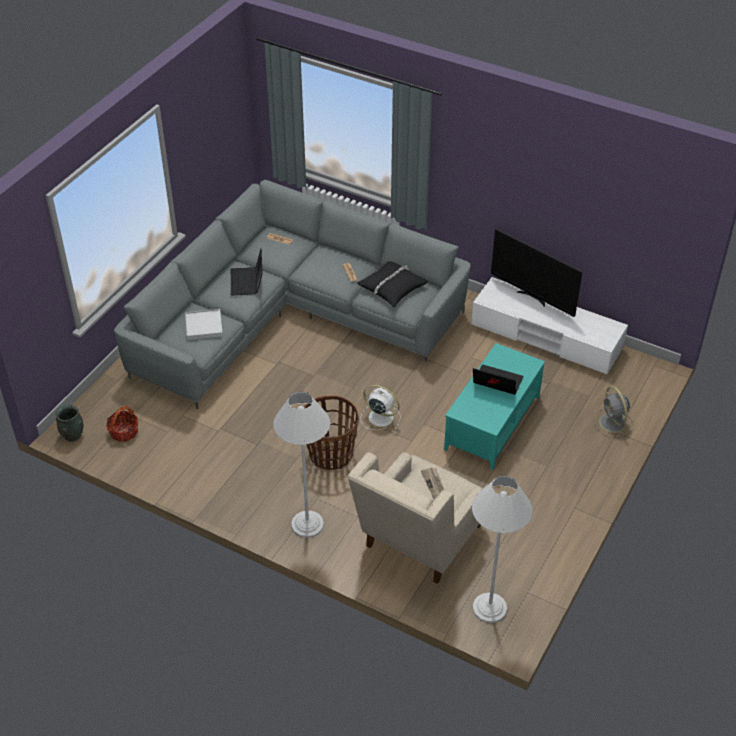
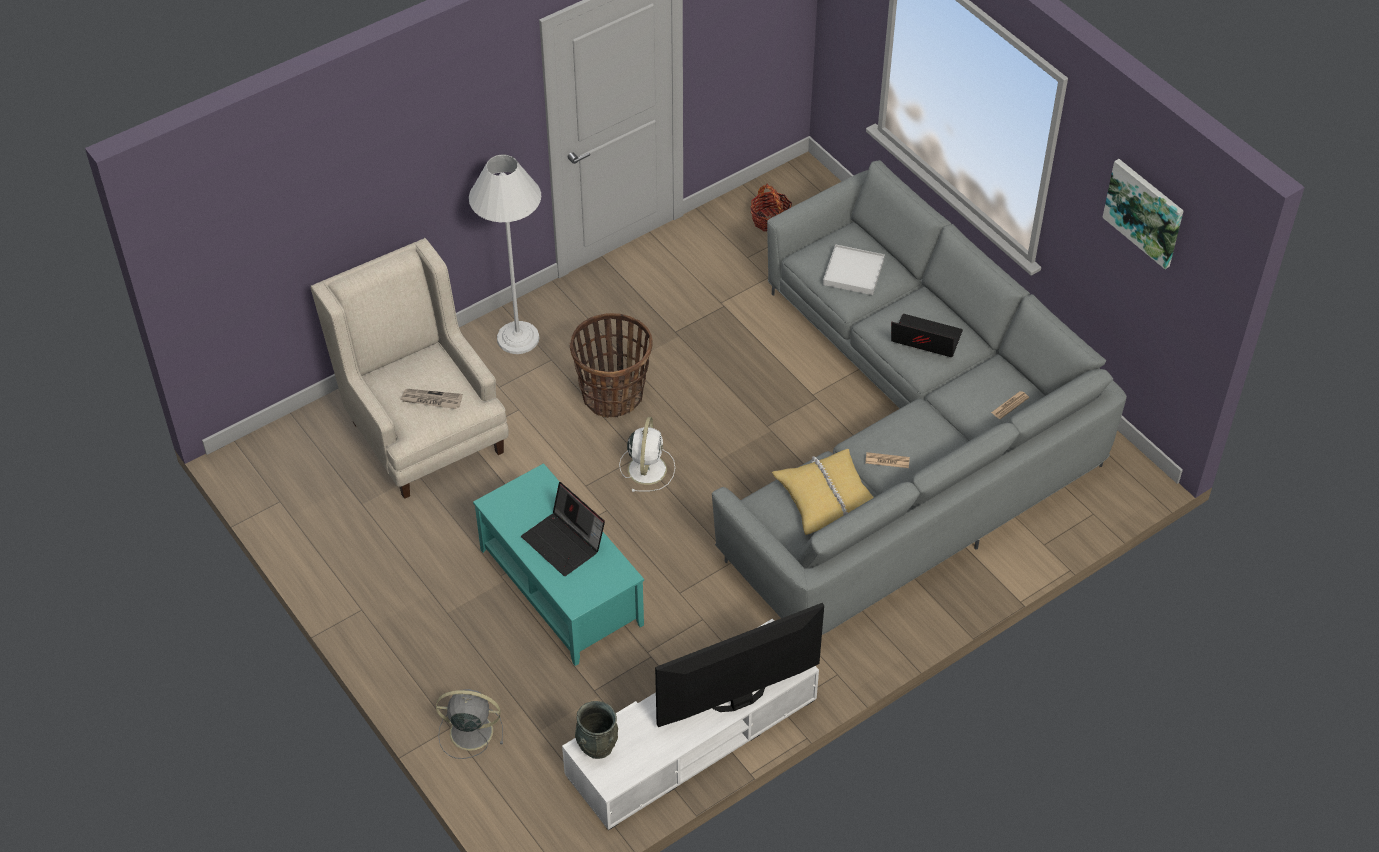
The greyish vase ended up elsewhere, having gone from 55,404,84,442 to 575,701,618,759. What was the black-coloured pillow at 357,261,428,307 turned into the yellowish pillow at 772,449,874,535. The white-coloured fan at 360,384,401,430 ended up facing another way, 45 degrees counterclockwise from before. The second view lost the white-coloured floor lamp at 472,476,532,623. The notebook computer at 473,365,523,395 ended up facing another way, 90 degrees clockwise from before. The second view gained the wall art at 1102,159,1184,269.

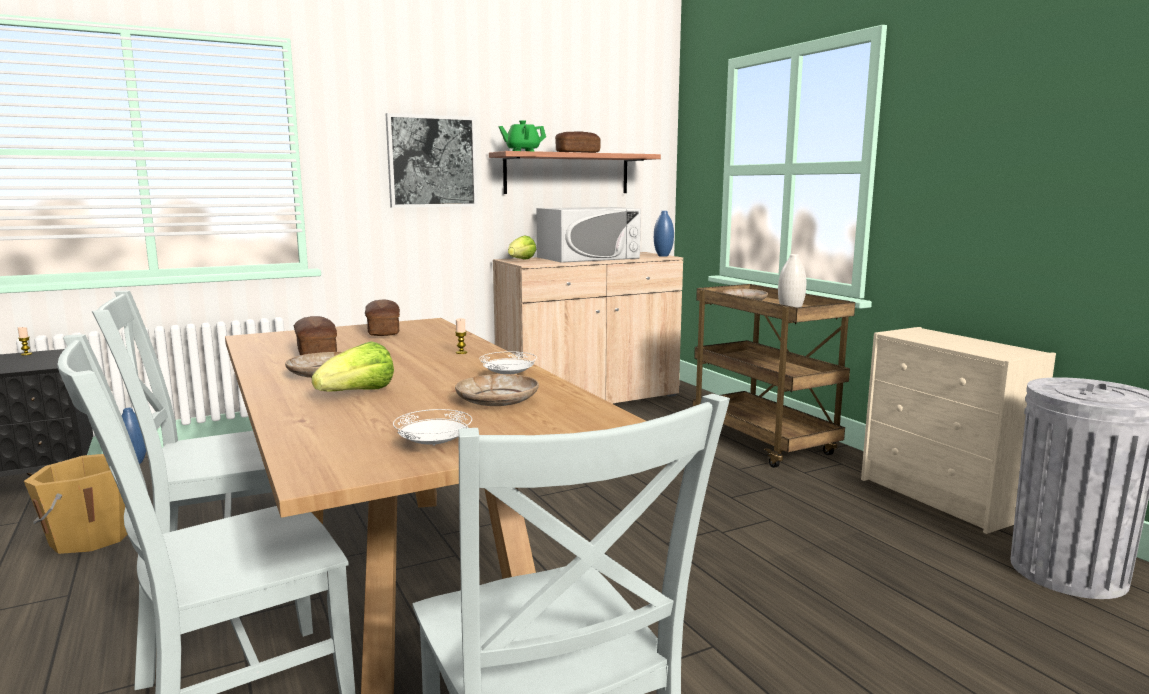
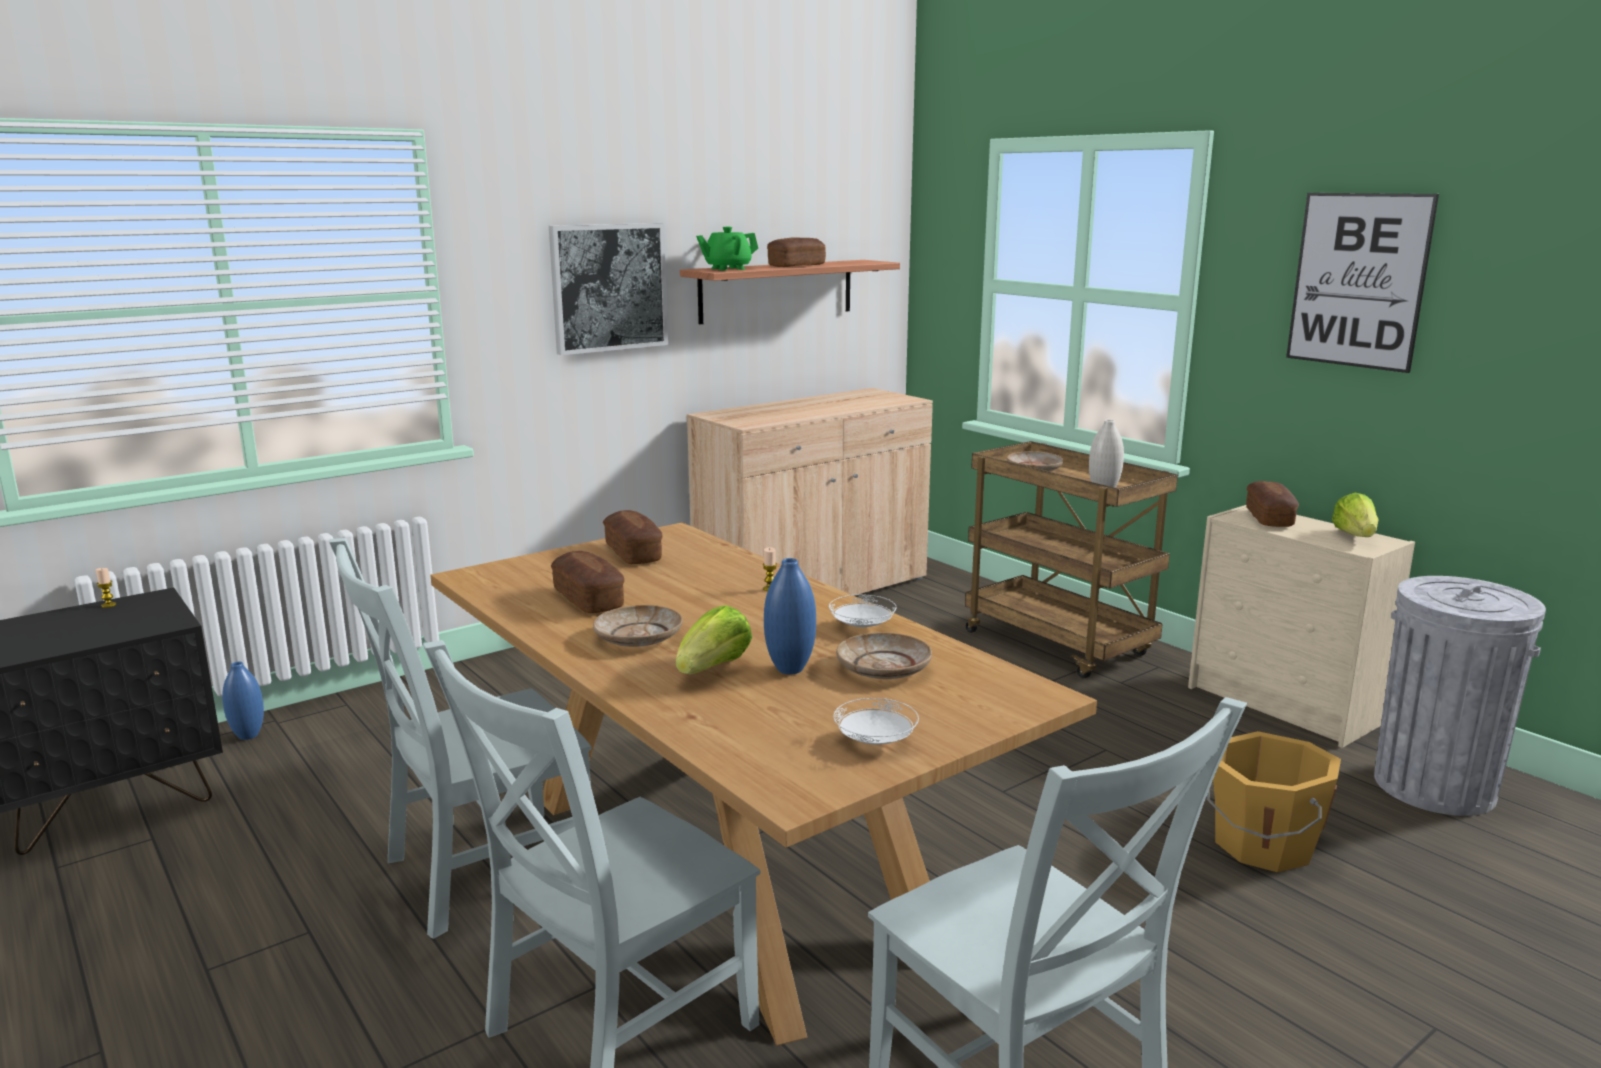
The orangey water bucket ended up elsewhere, having gone from 24,454,128,554 to 1207,731,1341,872. The head of lettuce ended up elsewhere, having gone from 508,235,536,260 to 1332,493,1378,537. The second view lost the white-coloured microwave oven at 536,207,641,263. The blue-coloured vase ended up elsewhere, having gone from 654,211,674,257 to 764,558,816,674. The second view gained the bread at 1246,481,1299,527. The second view gained the wall art at 1286,193,1439,373.

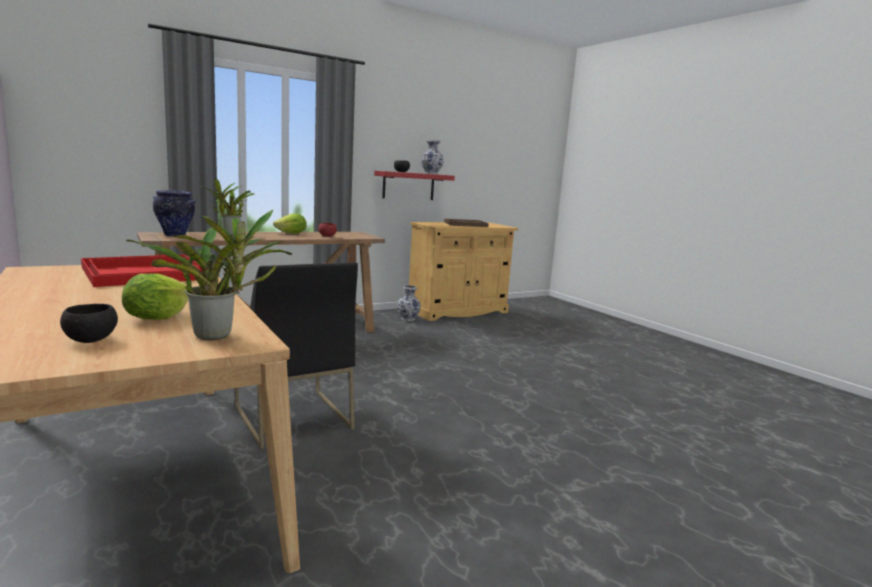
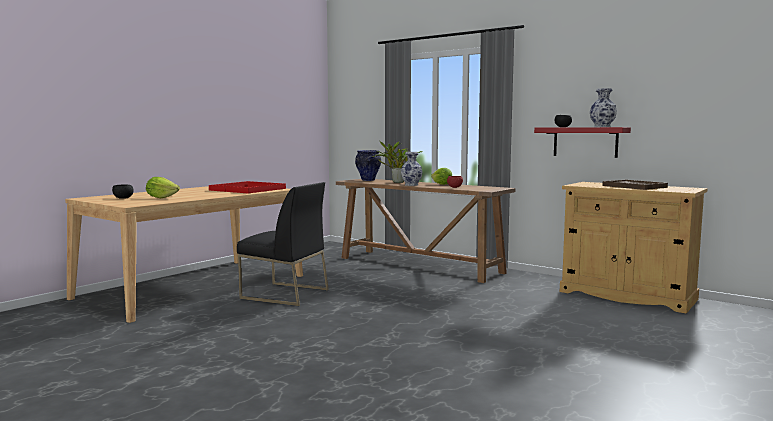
The second view lost the plant in a pot at 126,210,292,340. The black-coloured plain chair at 234,262,358,449 ended up facing another way, 105 degrees counterclockwise from before. The vase ended up elsewhere, having gone from 397,285,421,321 to 401,152,423,186.

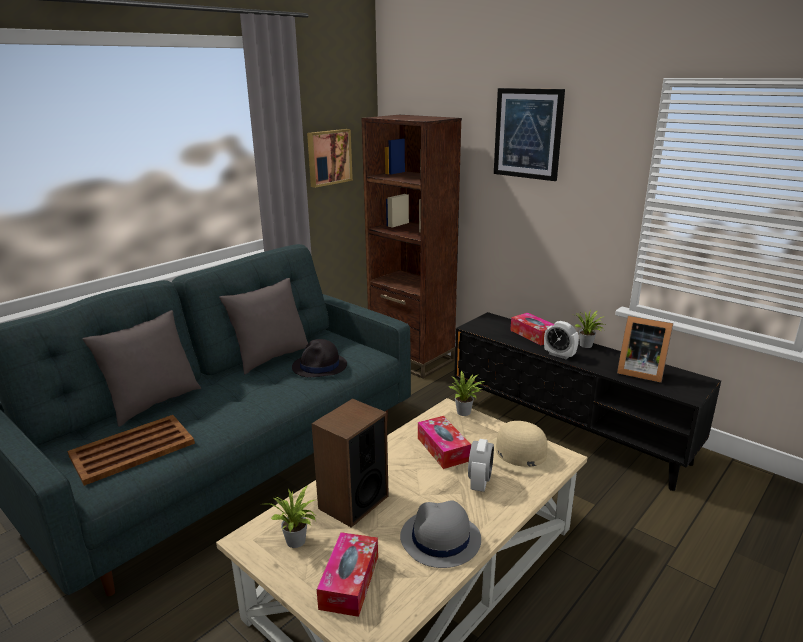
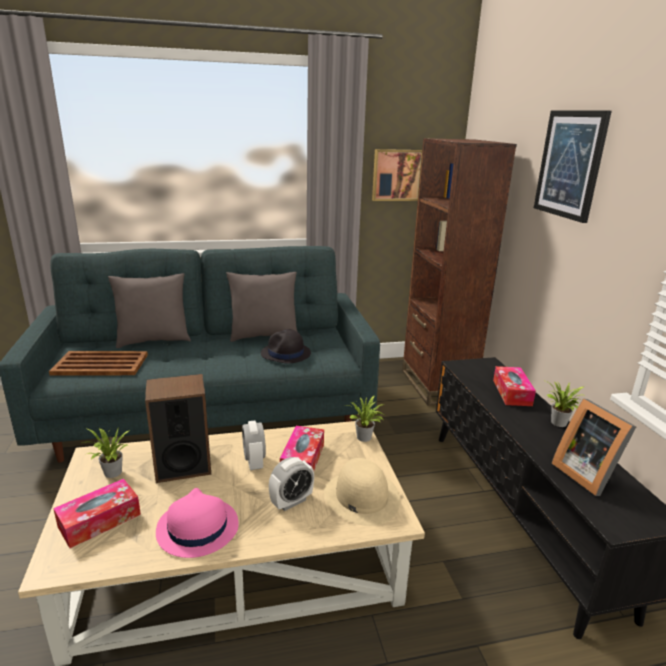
What was the greyish clothing hat at 400,500,481,568 turned into the pink-coloured clothing hat at 156,488,239,558. The alarm clock ended up elsewhere, having gone from 544,321,579,359 to 242,420,266,470.

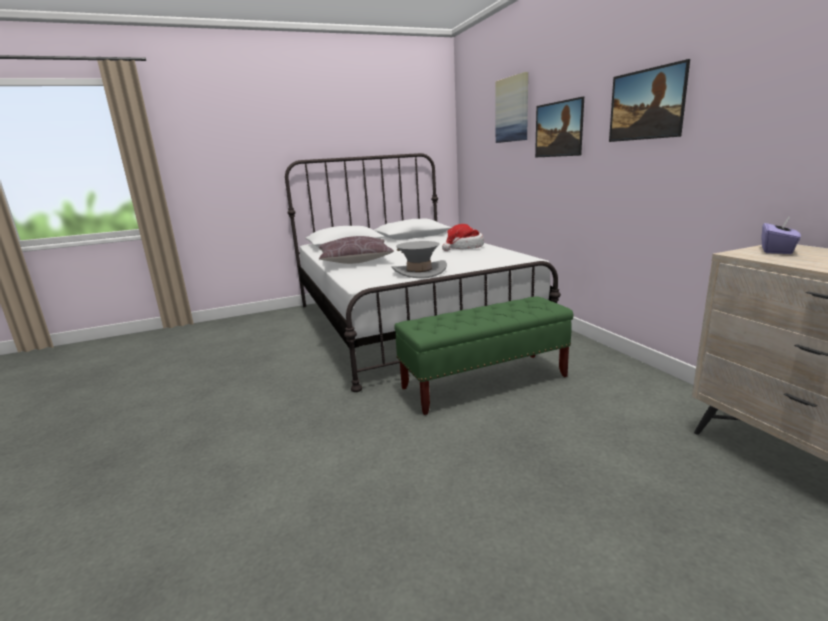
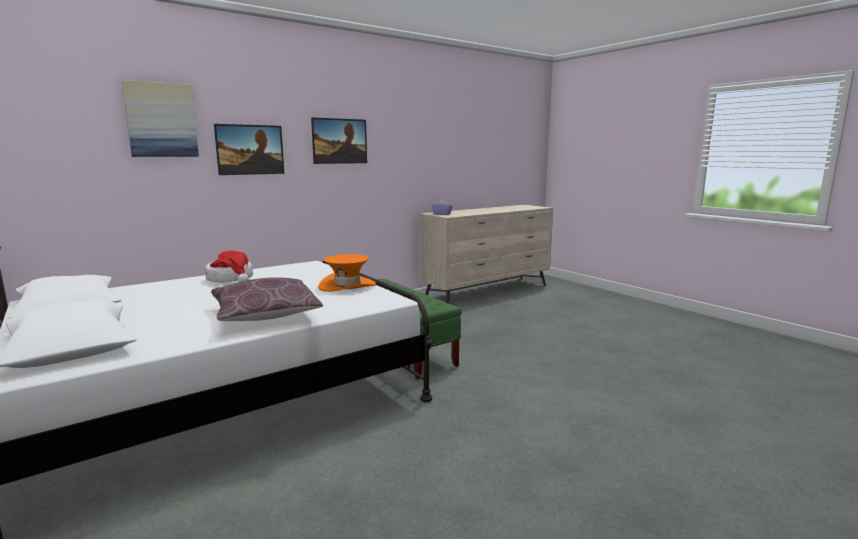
What was the greyish clothing hat at 391,241,447,278 turned into the orangey clothing hat at 318,254,376,292.

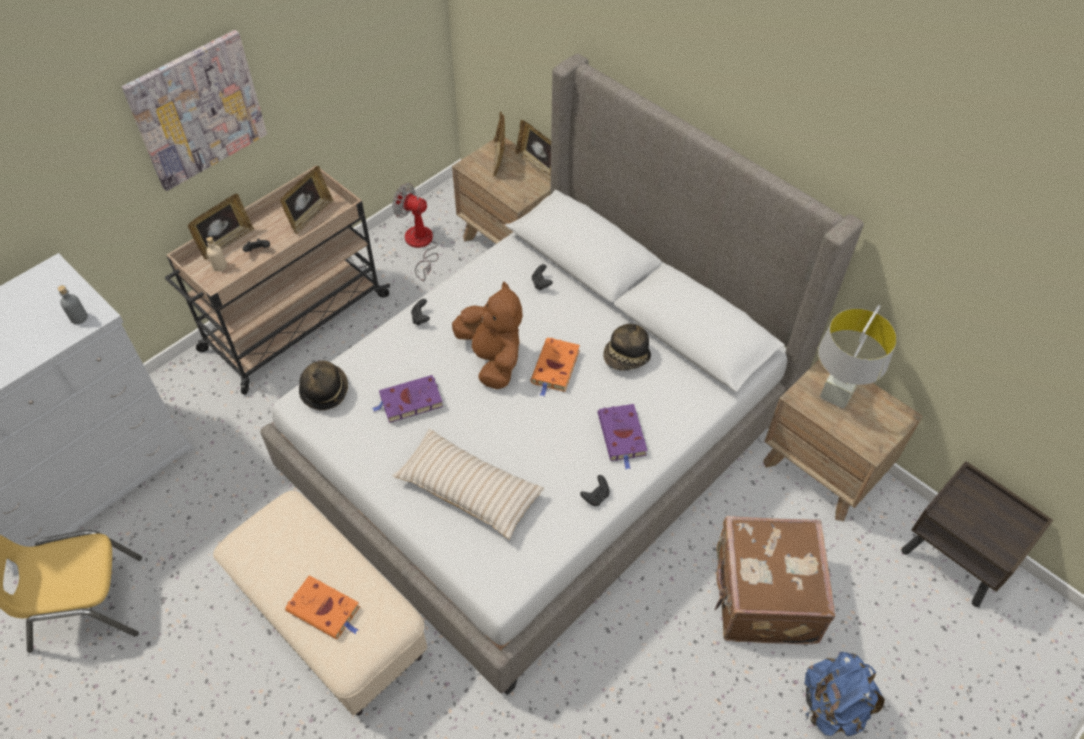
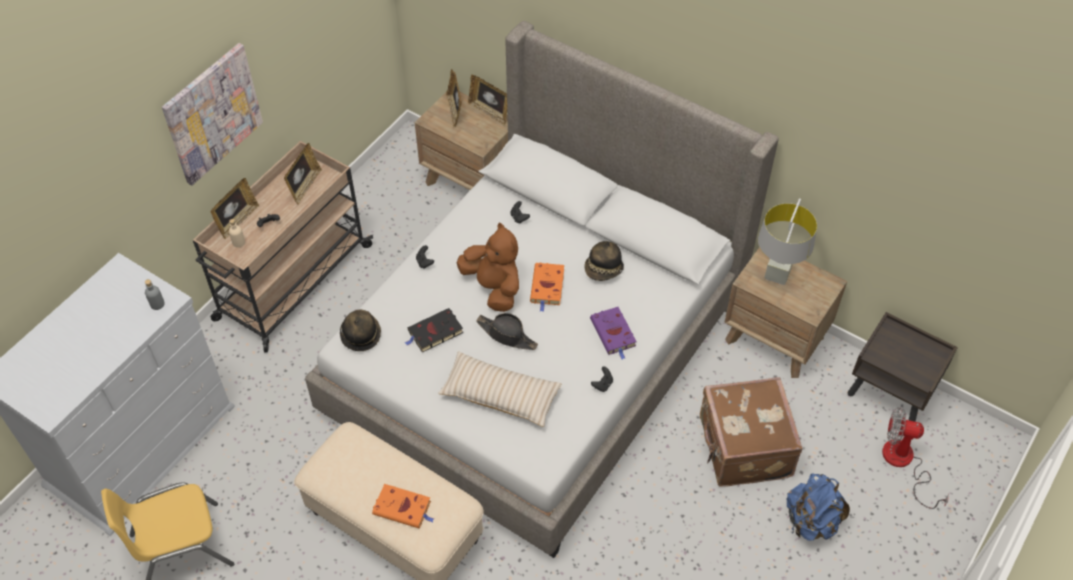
What was the purple volume at 372,375,443,423 turned into the black-coloured volume at 405,308,463,352. The fan ended up elsewhere, having gone from 392,183,438,281 to 882,407,949,509. The second view gained the black-coloured clothing hat at 476,313,538,350.

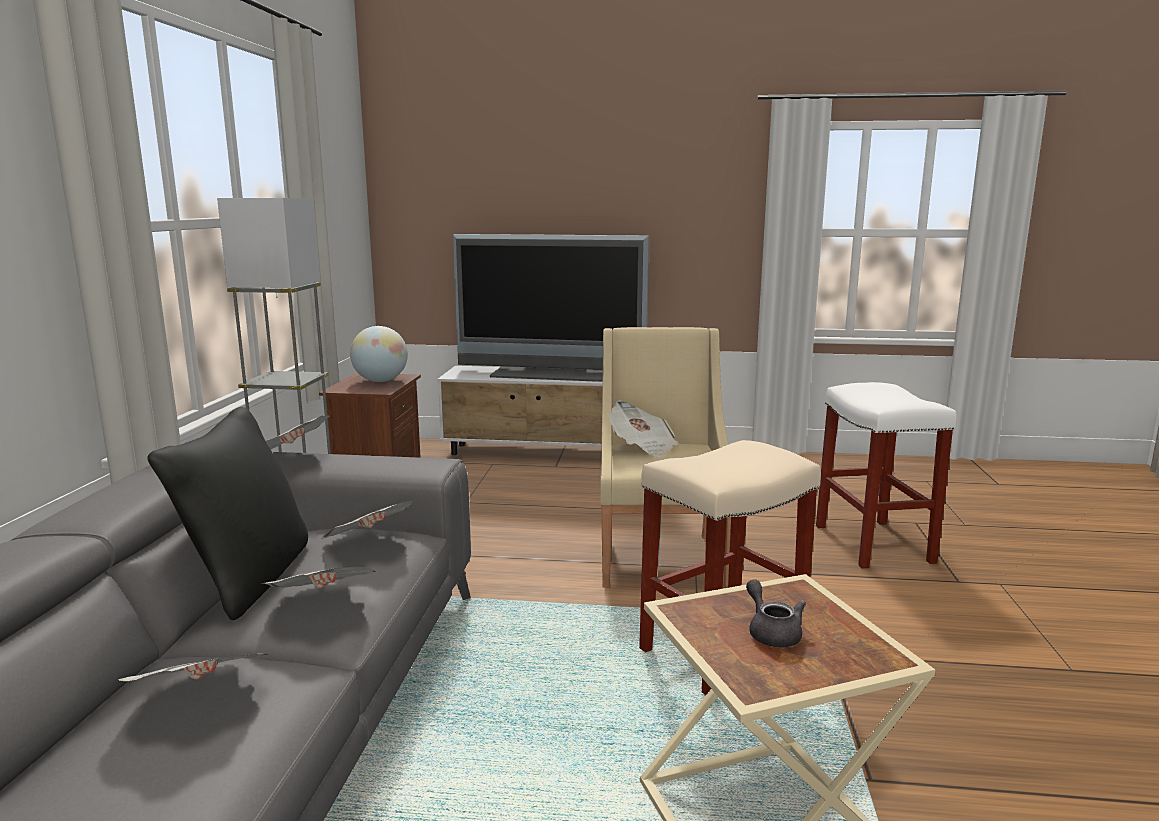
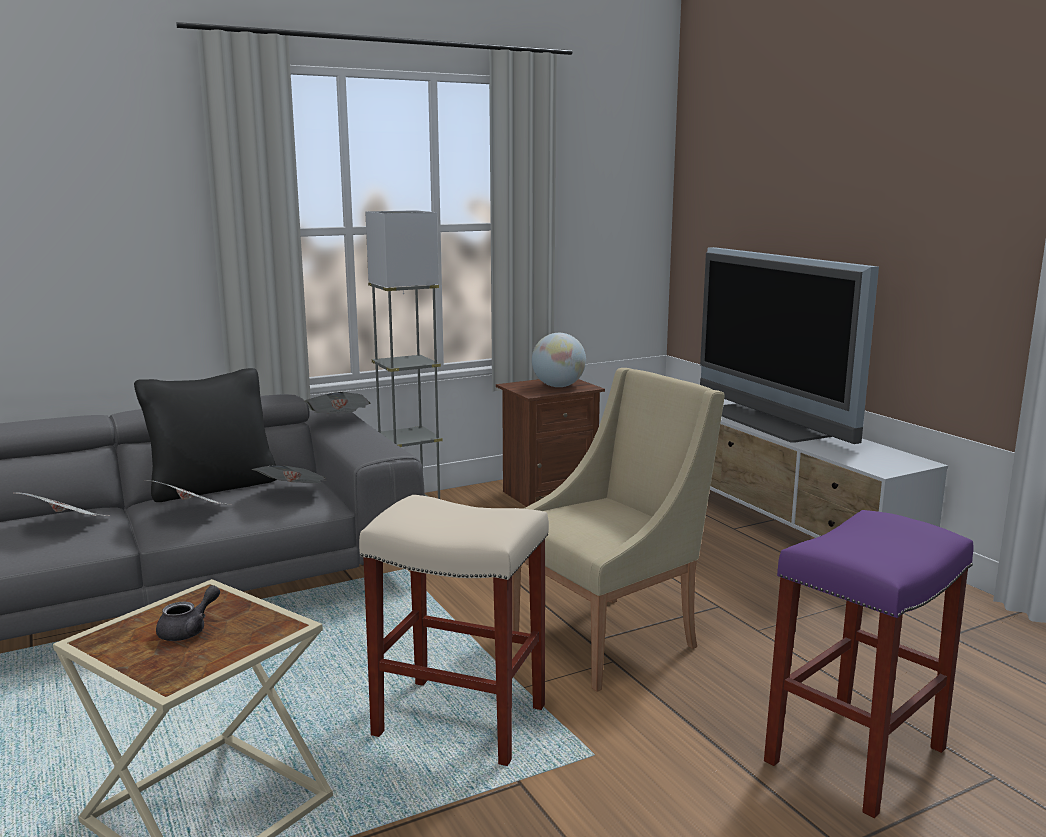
The second view lost the newspaper at 607,400,678,457. What was the white-coloured sitting stool at 816,382,957,569 turned into the purple sitting stool at 764,510,974,818.

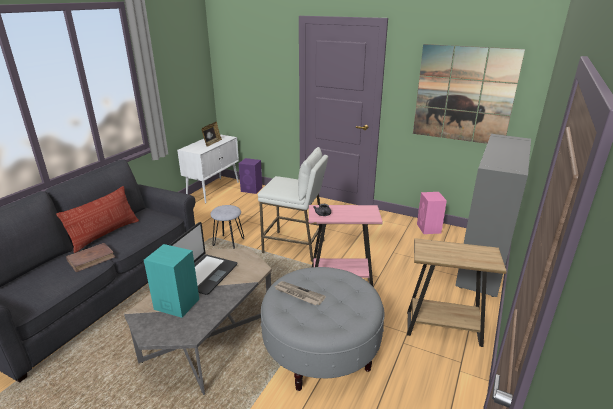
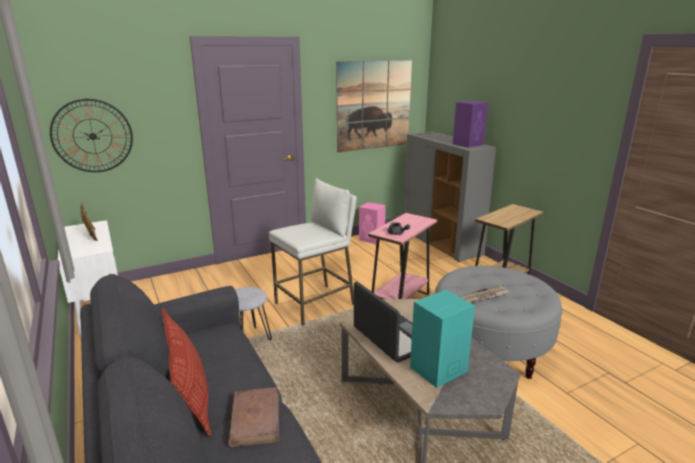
The purple speaker ended up elsewhere, having gone from 239,158,262,194 to 453,101,488,148. The second view gained the wall clock at 50,99,133,172.

